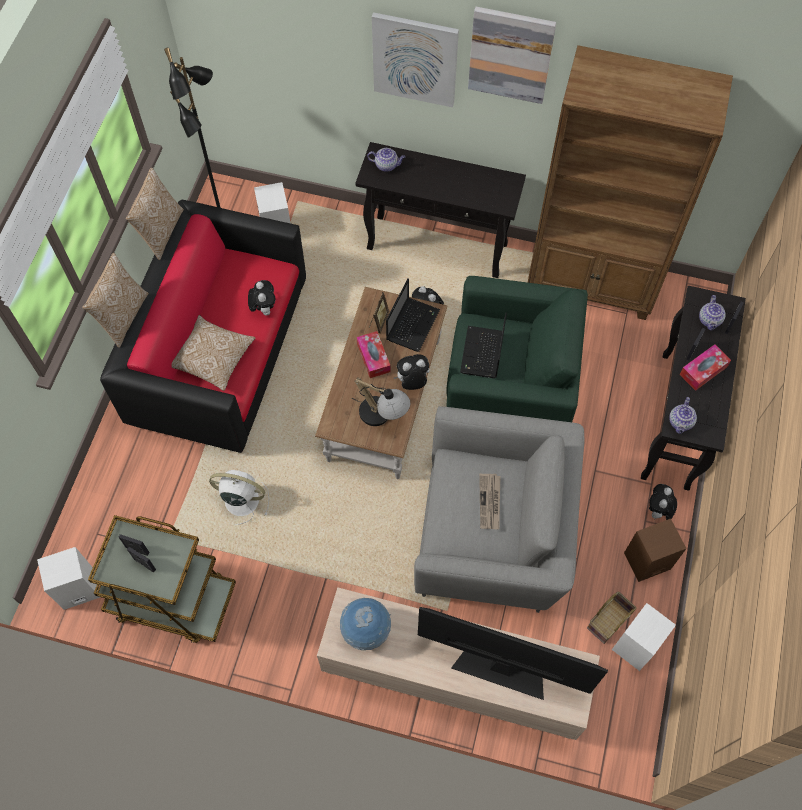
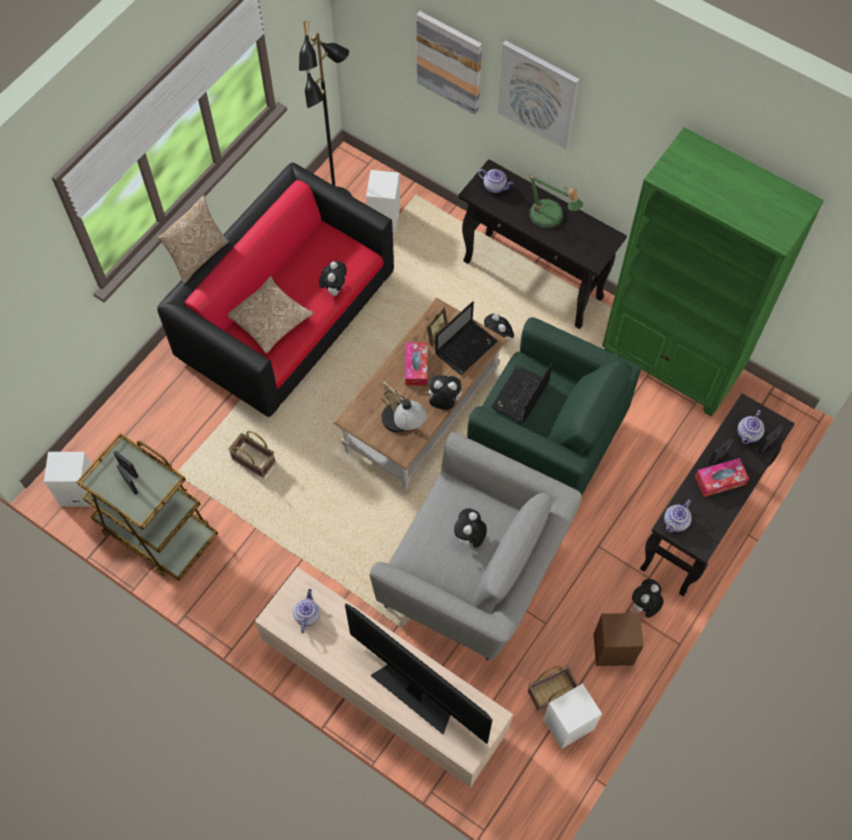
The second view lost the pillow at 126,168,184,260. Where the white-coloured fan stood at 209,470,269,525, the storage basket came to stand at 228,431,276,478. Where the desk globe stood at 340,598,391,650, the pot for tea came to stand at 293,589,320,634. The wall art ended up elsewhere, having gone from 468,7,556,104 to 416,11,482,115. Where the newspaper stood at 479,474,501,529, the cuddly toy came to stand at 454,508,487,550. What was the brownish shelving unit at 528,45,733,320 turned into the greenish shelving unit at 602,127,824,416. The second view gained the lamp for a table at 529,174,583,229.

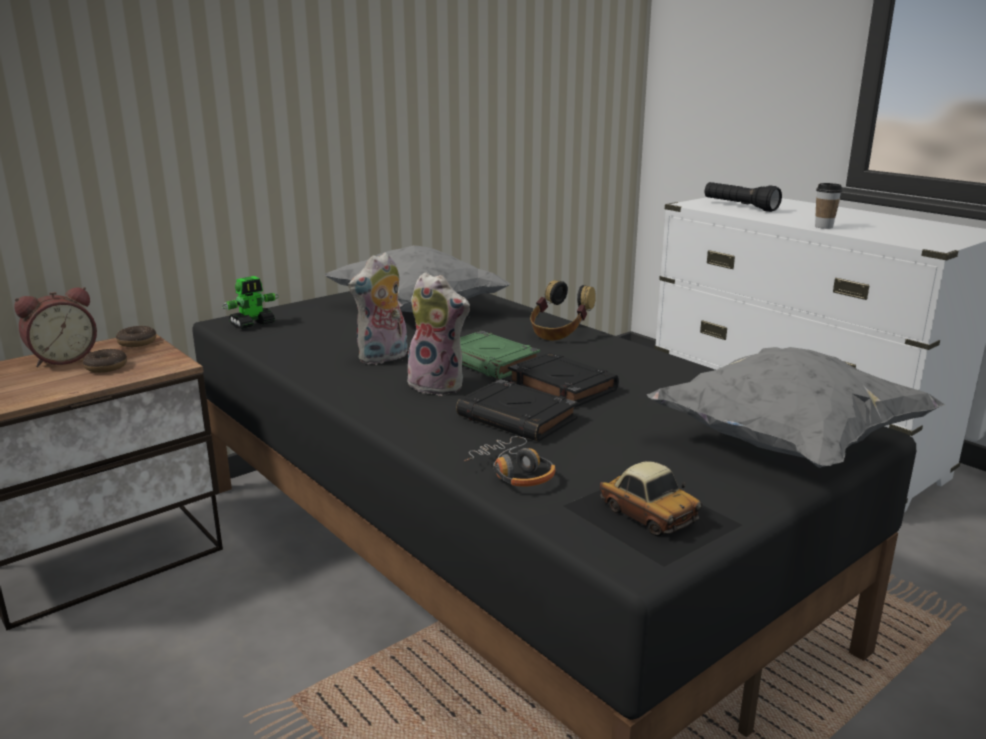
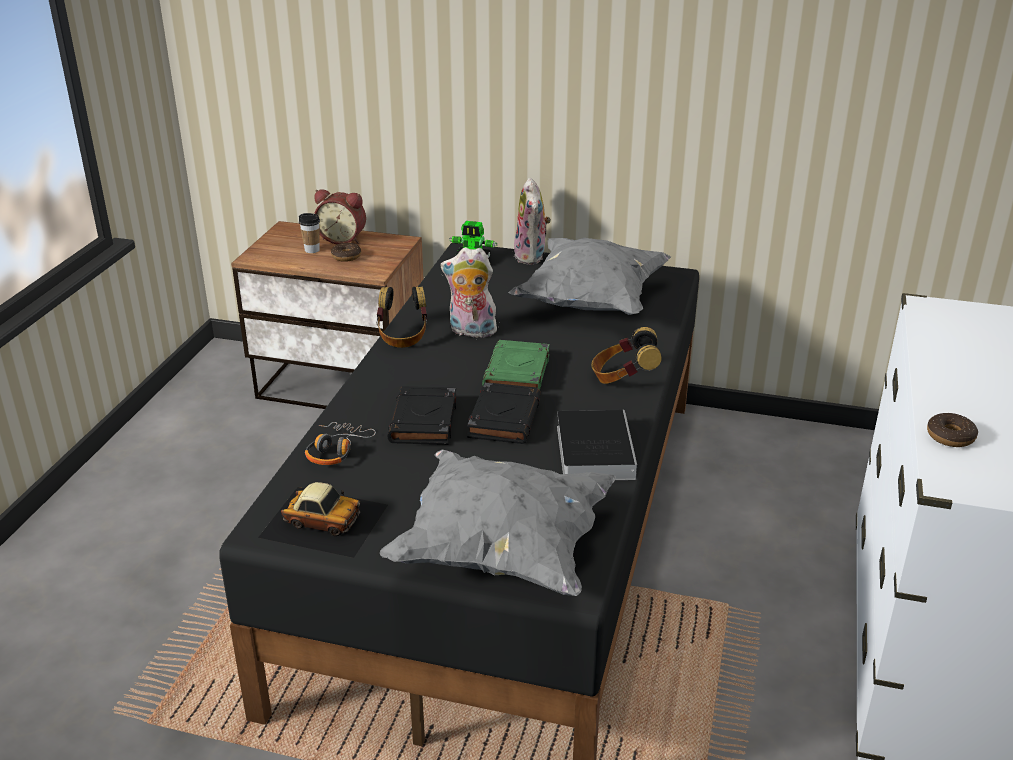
The donut ended up elsewhere, having gone from 116,326,156,347 to 927,413,978,447. The cuddly toy ended up elsewhere, having gone from 407,272,470,396 to 514,178,551,265. The toy car at 563,461,742,567 ended up facing another way, 90 degrees counterclockwise from before. The second view lost the black-coloured flashlight at 705,182,782,212. The drinking cup ended up elsewhere, having gone from 815,183,842,229 to 299,213,320,253. The second view gained the pair of headphones at 377,287,427,348. The second view gained the volume at 557,410,637,480.

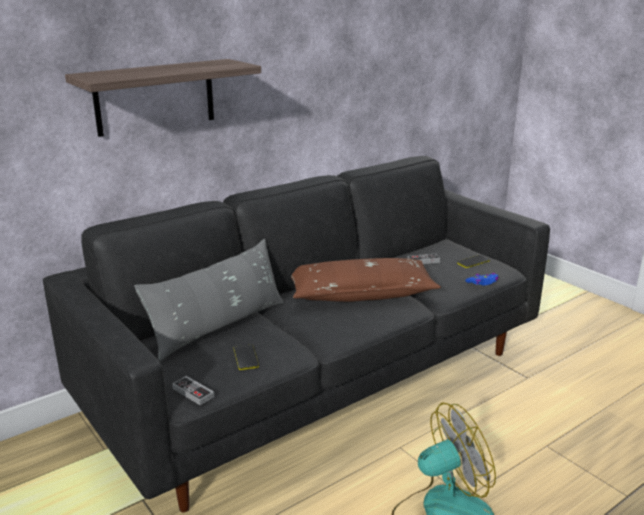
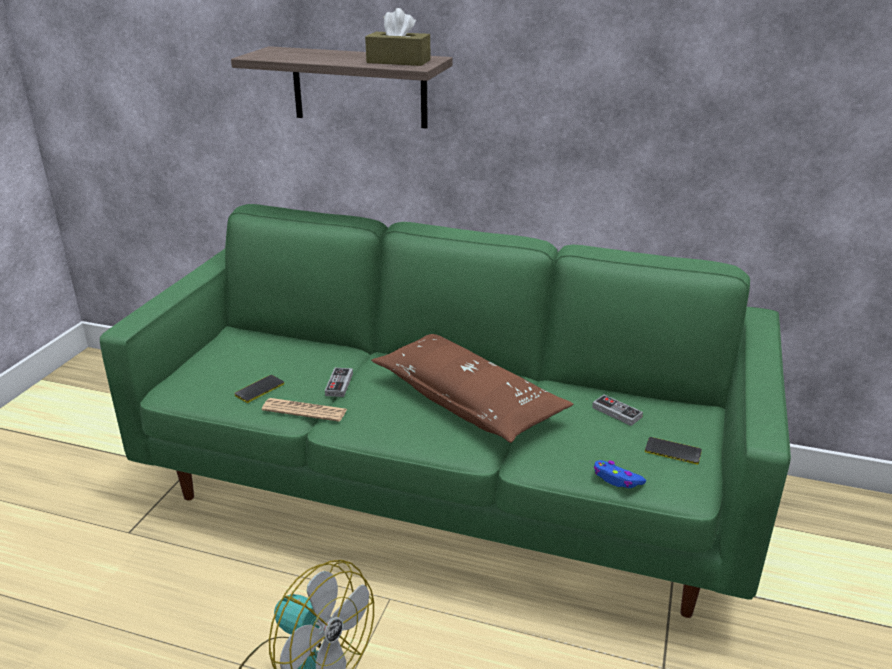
What was the black-coloured sofa at 43,156,550,513 turned into the greenish sofa at 100,204,791,618. The second view lost the greyish pillow at 134,239,284,362. The gamepad ended up elsewhere, having gone from 172,376,214,405 to 325,368,353,397. The second view gained the newspaper at 262,398,347,422. The second view gained the brownish tissue holder at 365,8,430,66.

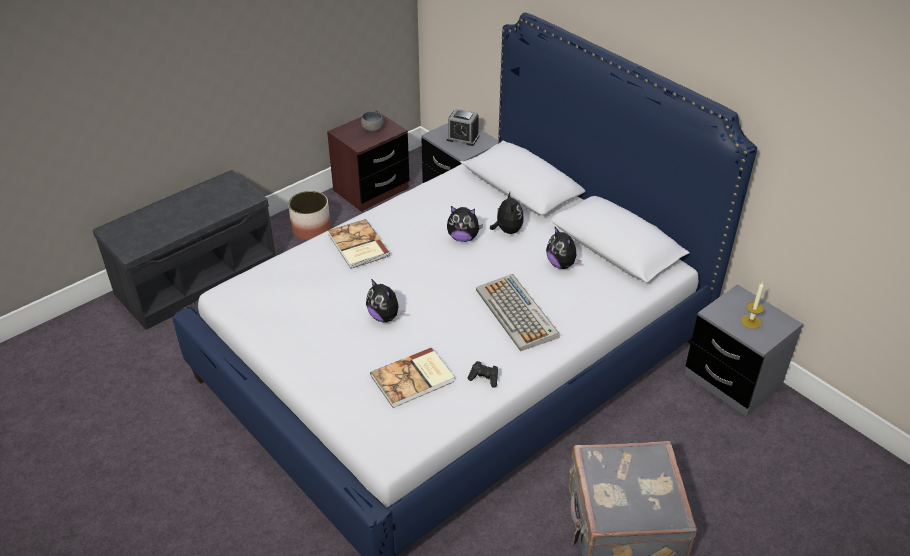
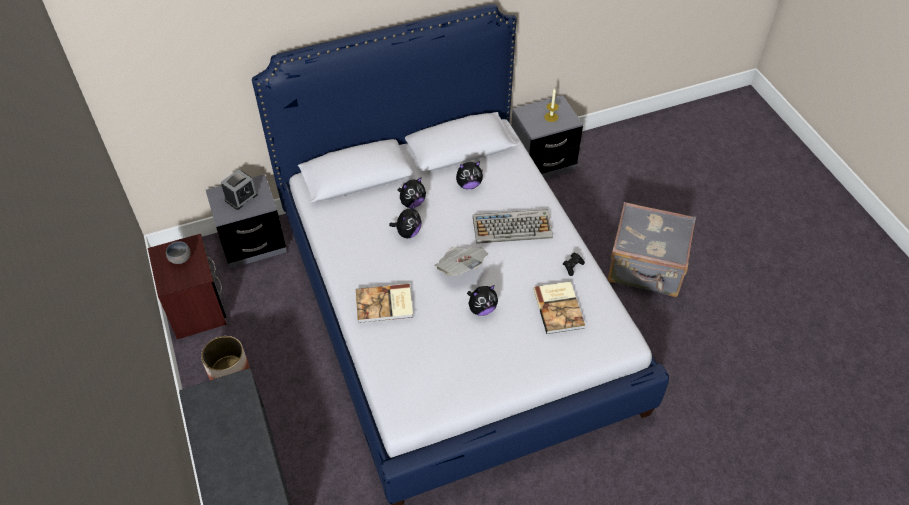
The cuddly toy at 490,192,524,234 ended up facing another way, 135 degrees clockwise from before. The second view gained the newspaper at 434,247,488,276.

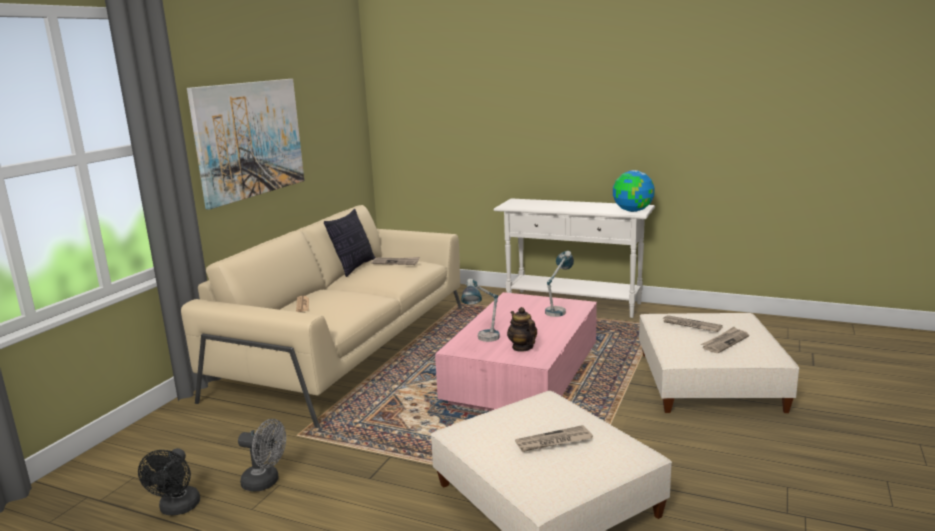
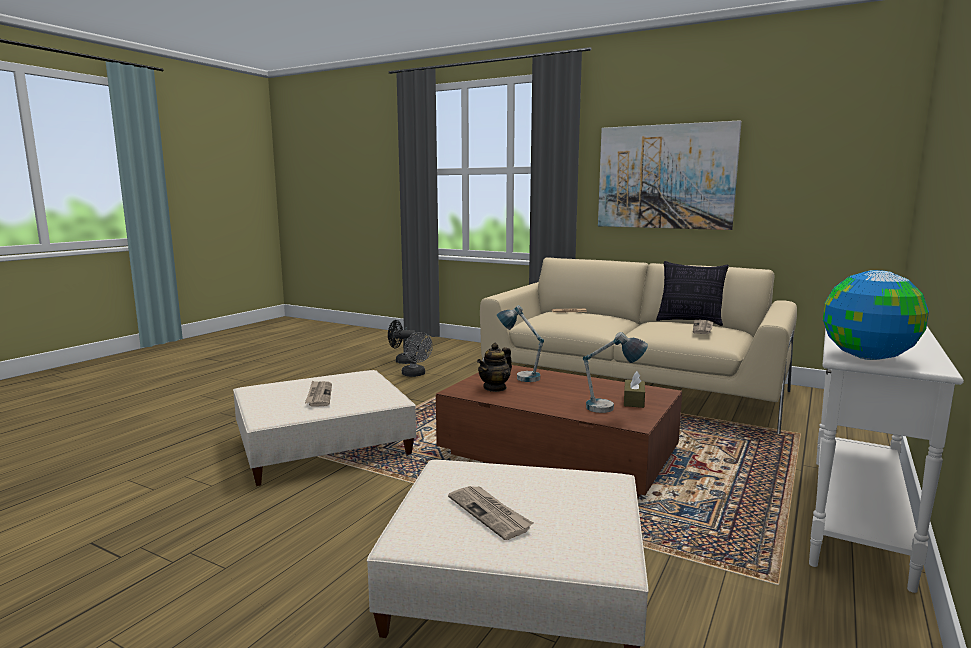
The greyish fan at 238,419,286,491 ended up facing another way, 60 degrees counterclockwise from before. What was the pink-coloured coffee table at 435,292,597,411 turned into the brownish coffee table at 436,365,682,499. The pot for tea at 507,307,537,352 ended up facing another way, 150 degrees clockwise from before. The second view lost the newspaper at 662,315,723,332. The second view gained the brownish tissue holder at 624,371,645,408.

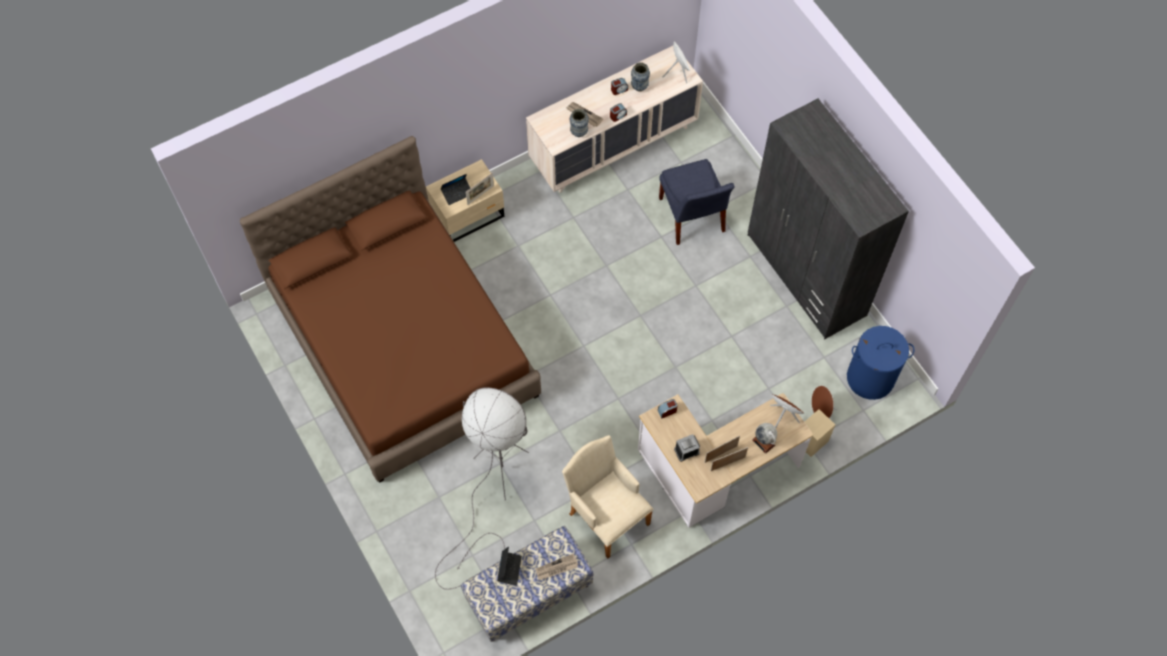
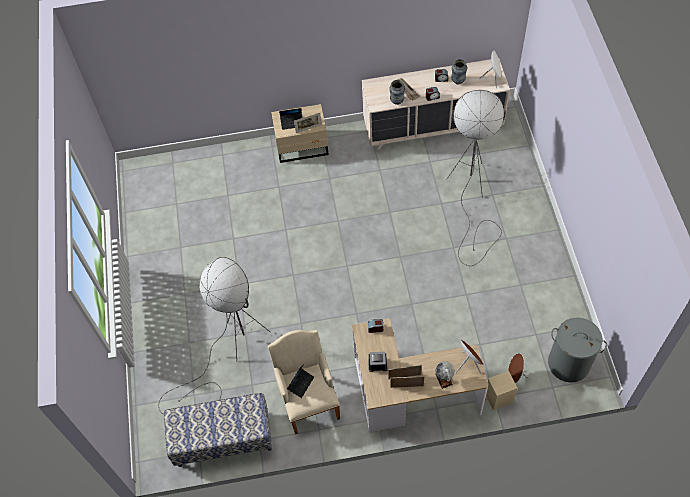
The second view lost the brownish bed at 240,136,541,483. The notebook computer ended up elsewhere, having gone from 497,546,522,586 to 287,364,314,398. The second view lost the newspaper at 536,553,578,580. Where the blue-coloured plain chair stood at 659,159,735,245, the greyish floor lamp came to stand at 446,90,506,266. The second view lost the greyish armoire at 748,98,909,339. What was the blue-coloured laundry basket at 847,326,914,400 turned into the greyish laundry basket at 548,317,607,383.

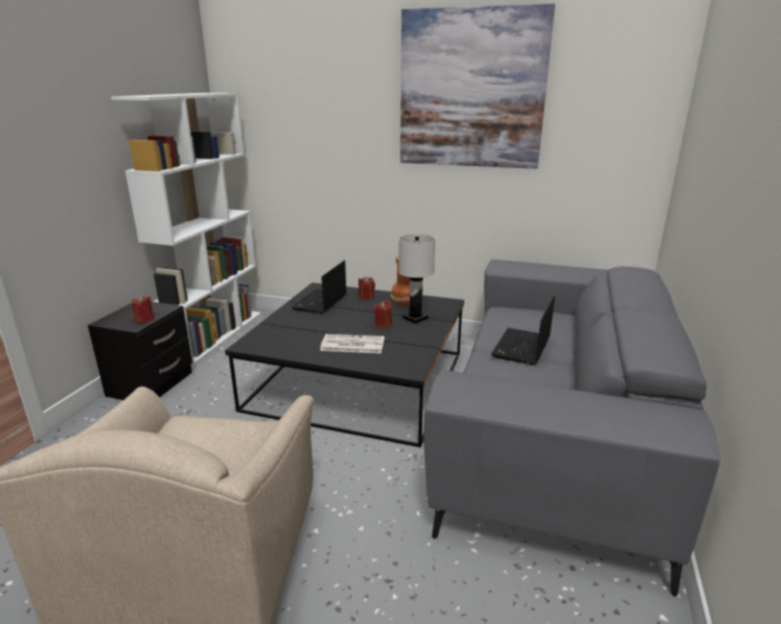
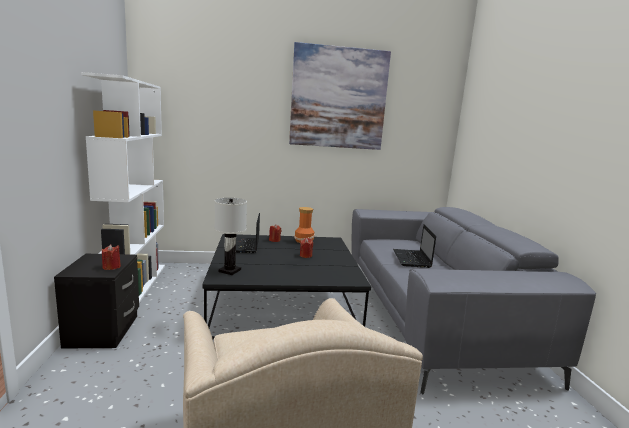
The second view lost the newspaper at 320,334,384,353. The white-coloured lamp for a table ended up elsewhere, having gone from 398,234,435,324 to 214,198,247,275.

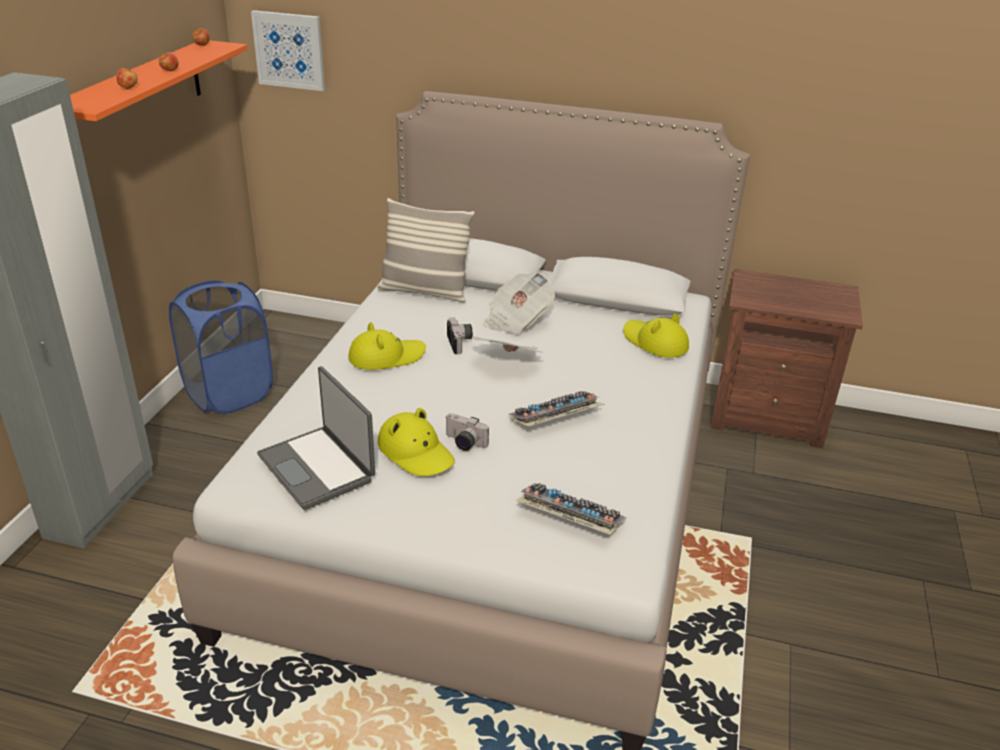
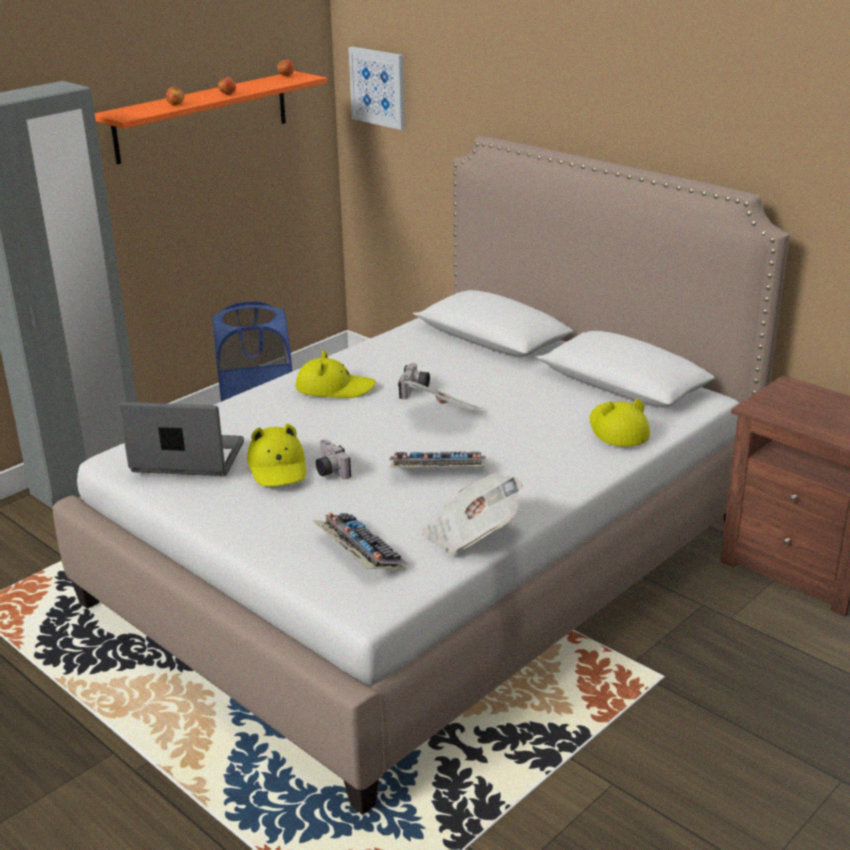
The notebook computer at 257,366,375,510 ended up facing another way, 105 degrees clockwise from before. The second view lost the pillow at 377,198,474,302. The newspaper ended up elsewhere, having gone from 483,272,555,334 to 422,473,523,554.

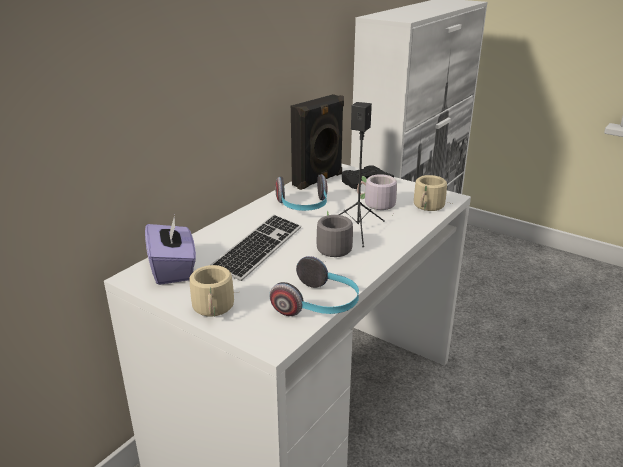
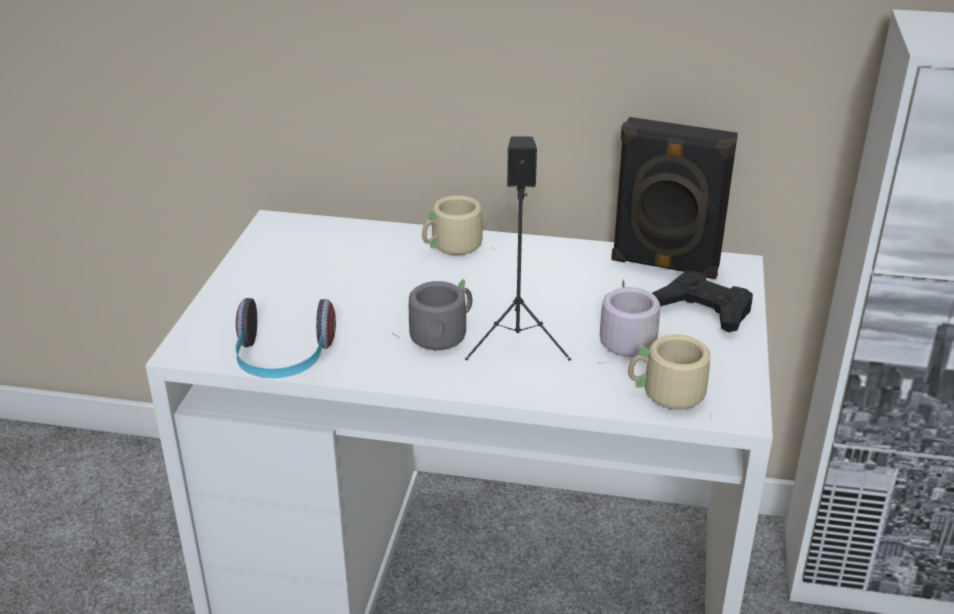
The second view lost the purple tissue holder at 145,215,196,285. The beige-coloured mug ended up elsewhere, having gone from 190,265,239,317 to 422,195,496,255. The second view lost the keyboard at 210,214,301,281. The second view lost the pair of headphones at 275,174,328,211.

